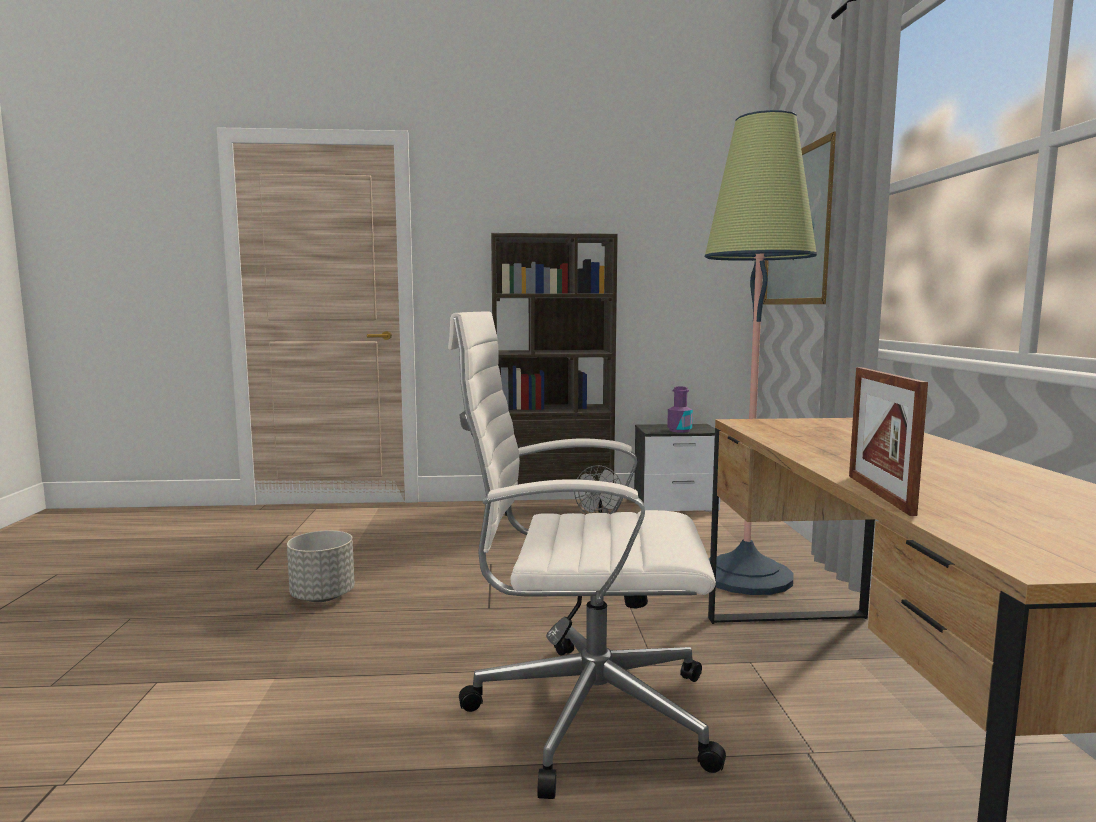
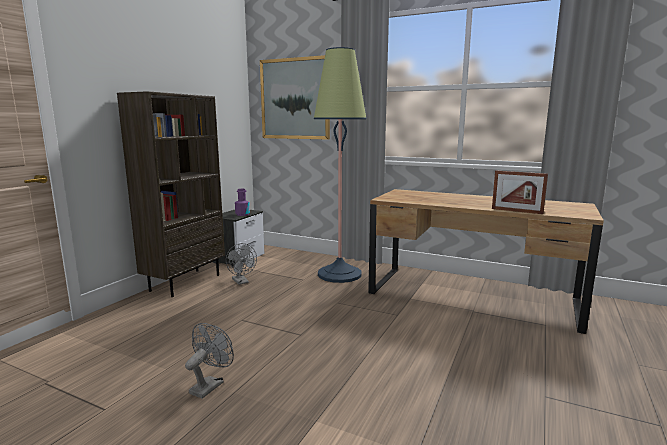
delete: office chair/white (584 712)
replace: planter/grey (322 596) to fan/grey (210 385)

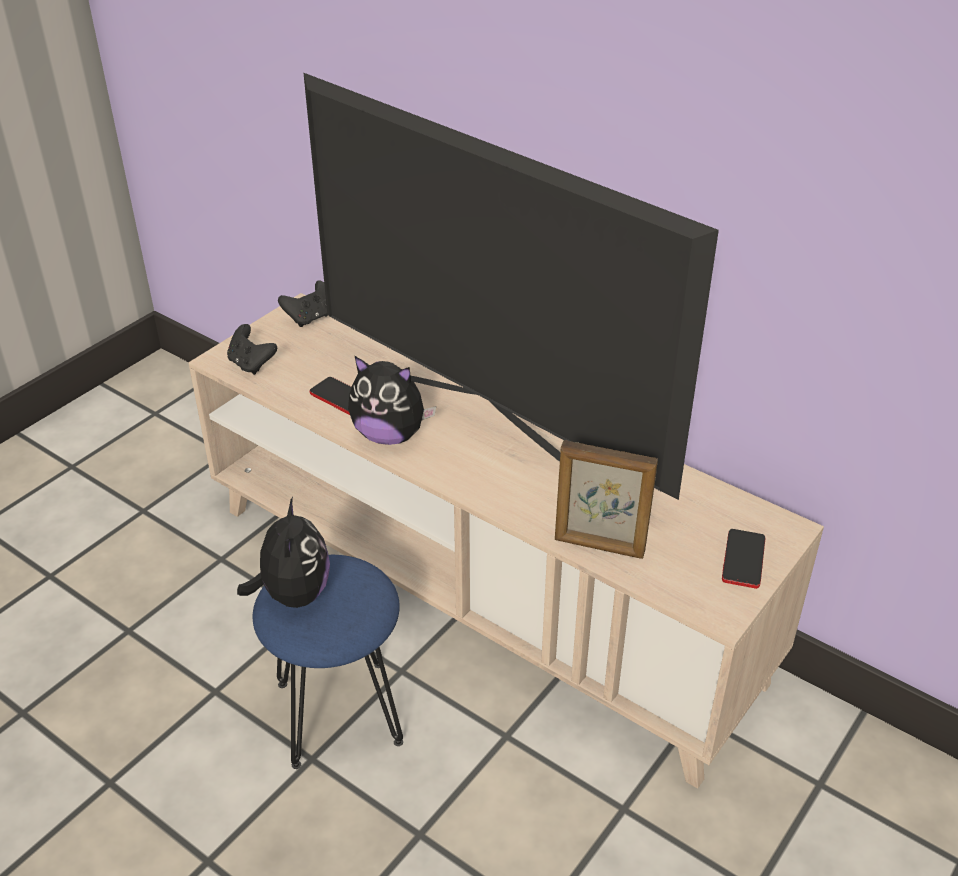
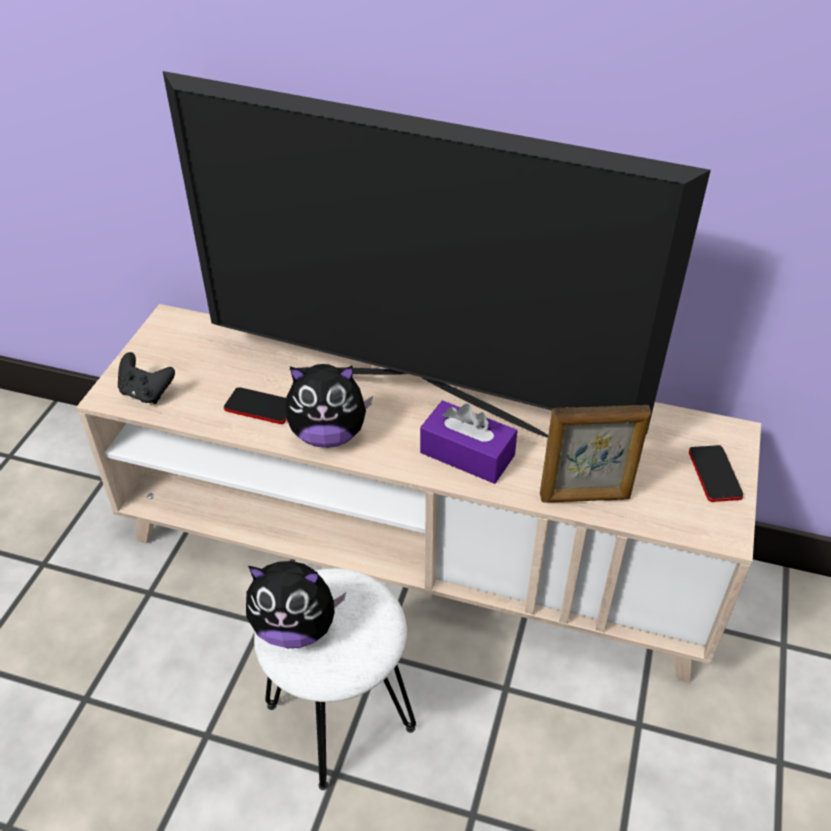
delete: game controller/black (309 318)
insert: tissue box/purple (467 454)
recolor: stool/blue (340 712) to stool/white (341 716)
rotate: plush toy (293 594) = (295 627) 120 degrees clockwise

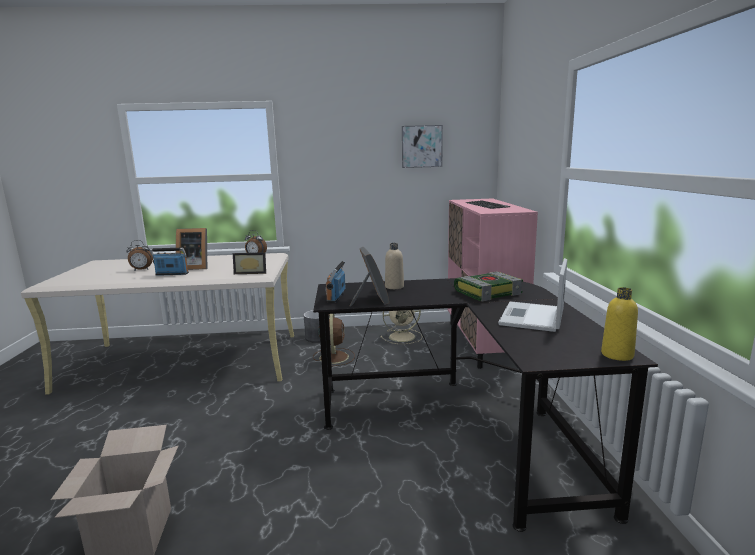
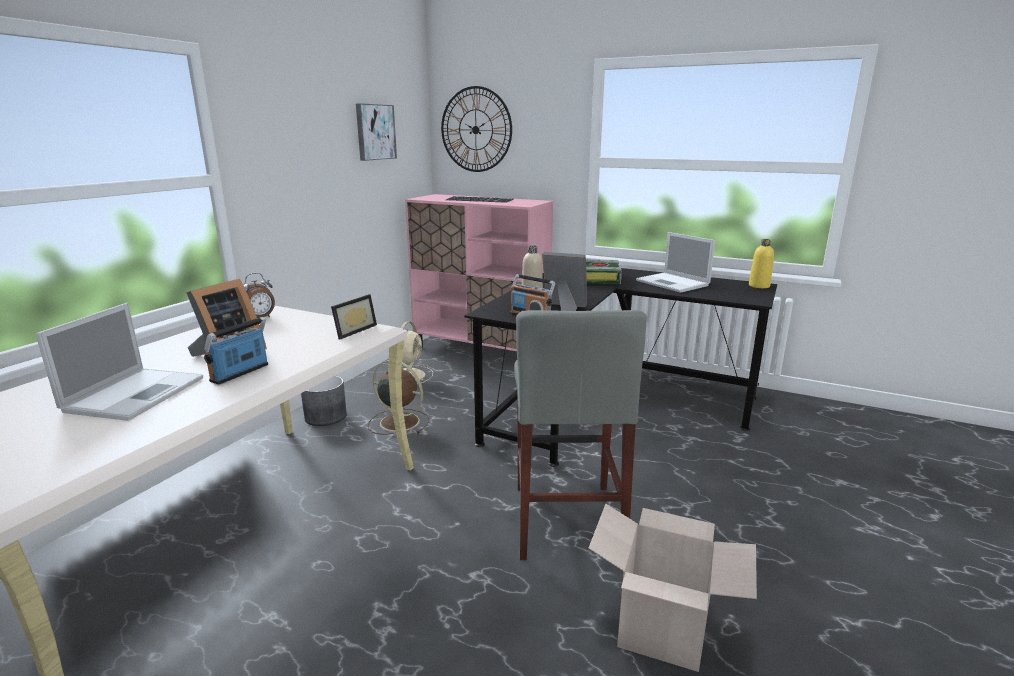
insert: wall clock (476 130); stool/grey (567 520)
replace: alarm clock (141 270) to laptop (136 393)

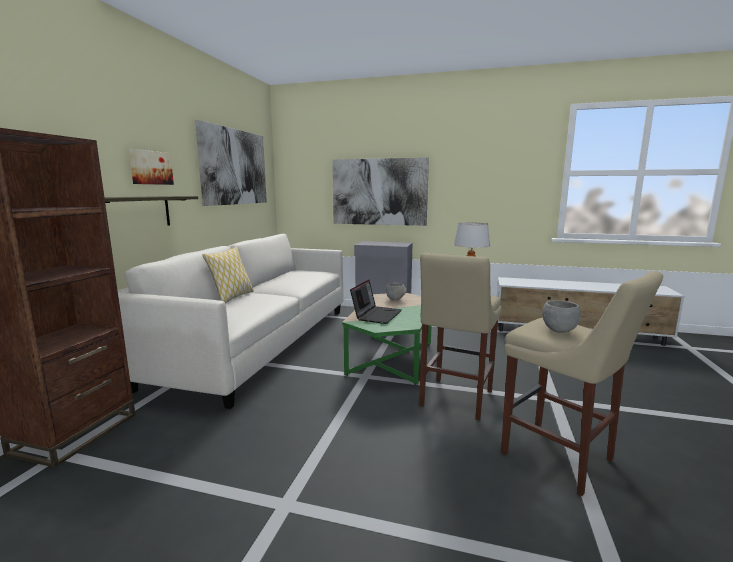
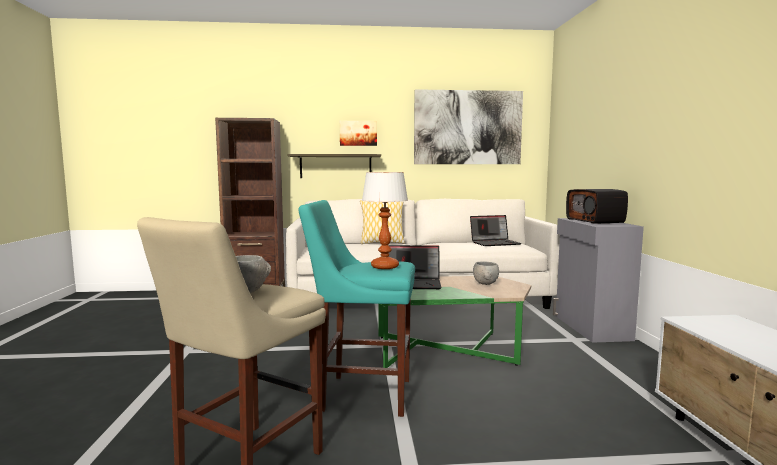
delete: picture (379 192)
insert: radio (595 220); laptop (495 243)
recolor: stool/beige (454 400) to stool/turquoise (361 394)

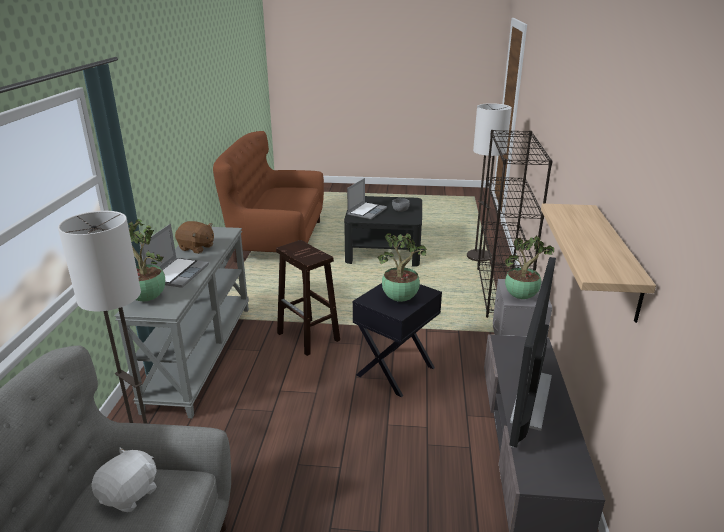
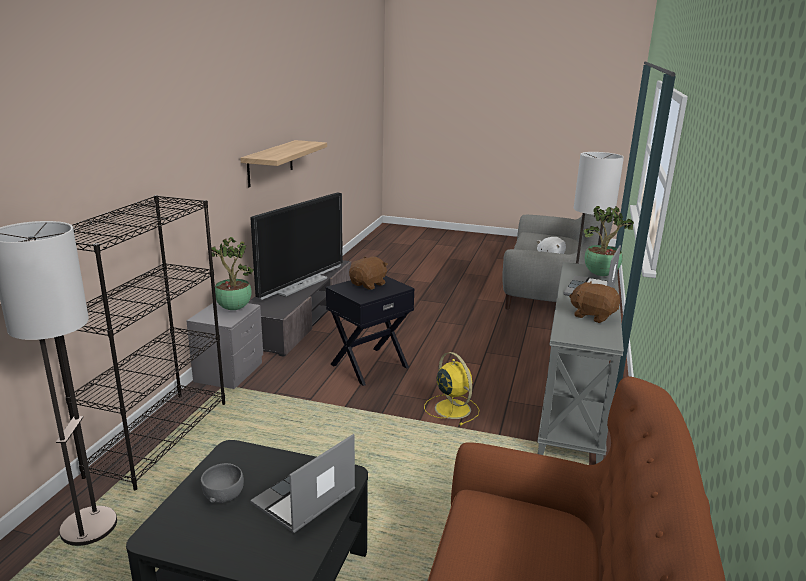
replace: potted plant (401 299) to plush toy/brown (368 284); stool/brown (309 337) to fan/yellow (451 408)

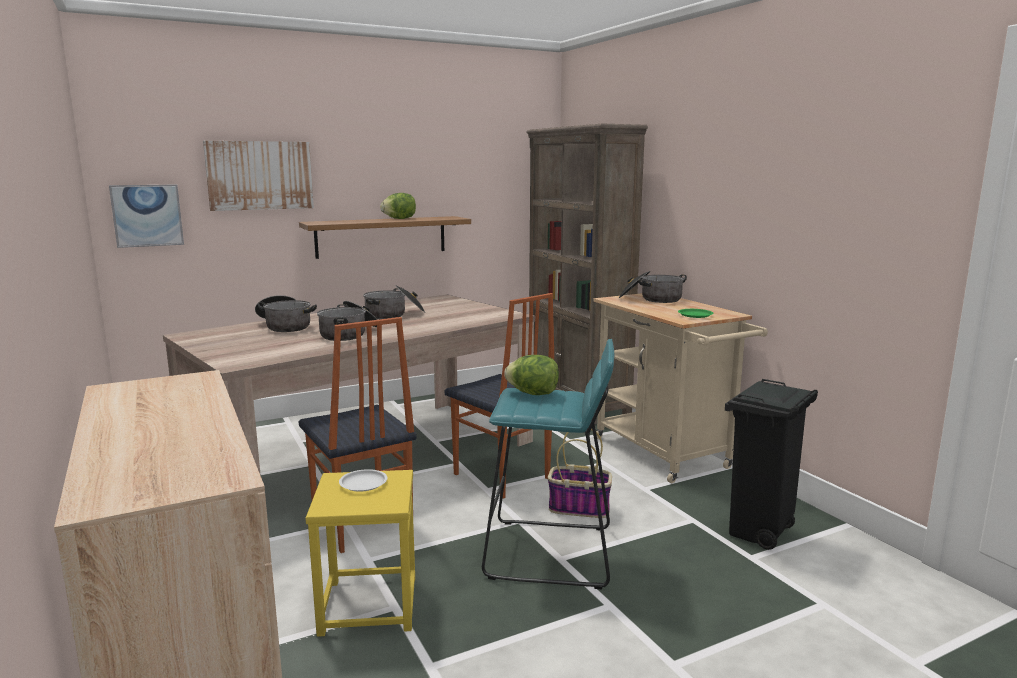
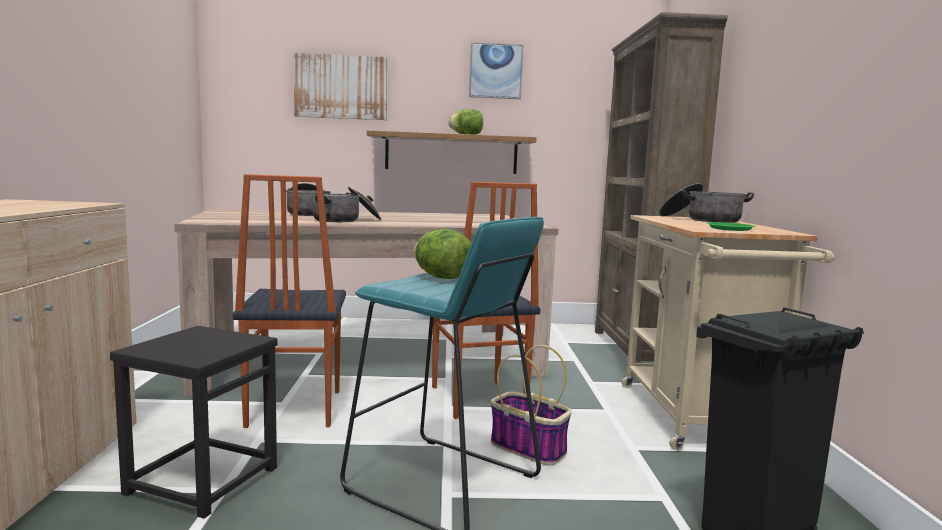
delete: cooking pot (394 315); plate/white (363 483)
move: picture (147 215) to (495 71)
recolor: stool/yellow (368 605) to stool/black (202 480)

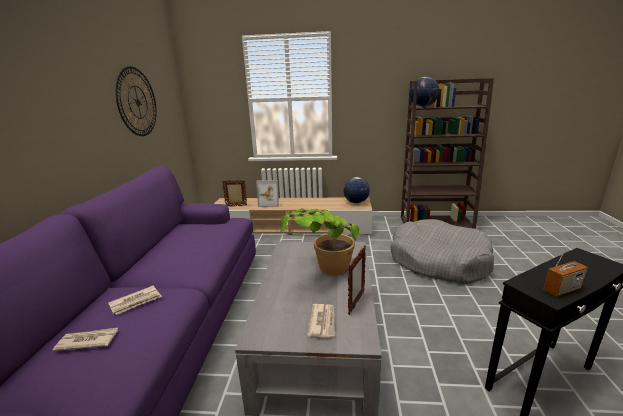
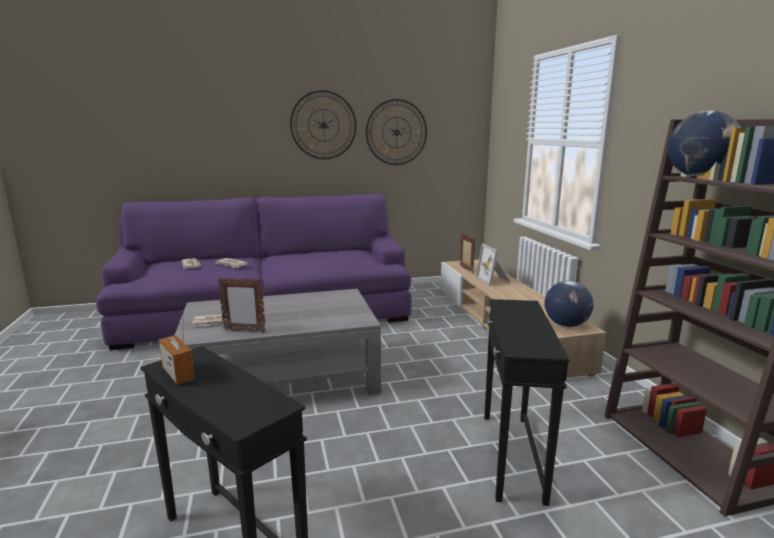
delete: potted plant (322 273)
insert: wall clock (323 125)
replace: dog bed/grey (438 261) to side table/black (511 455)

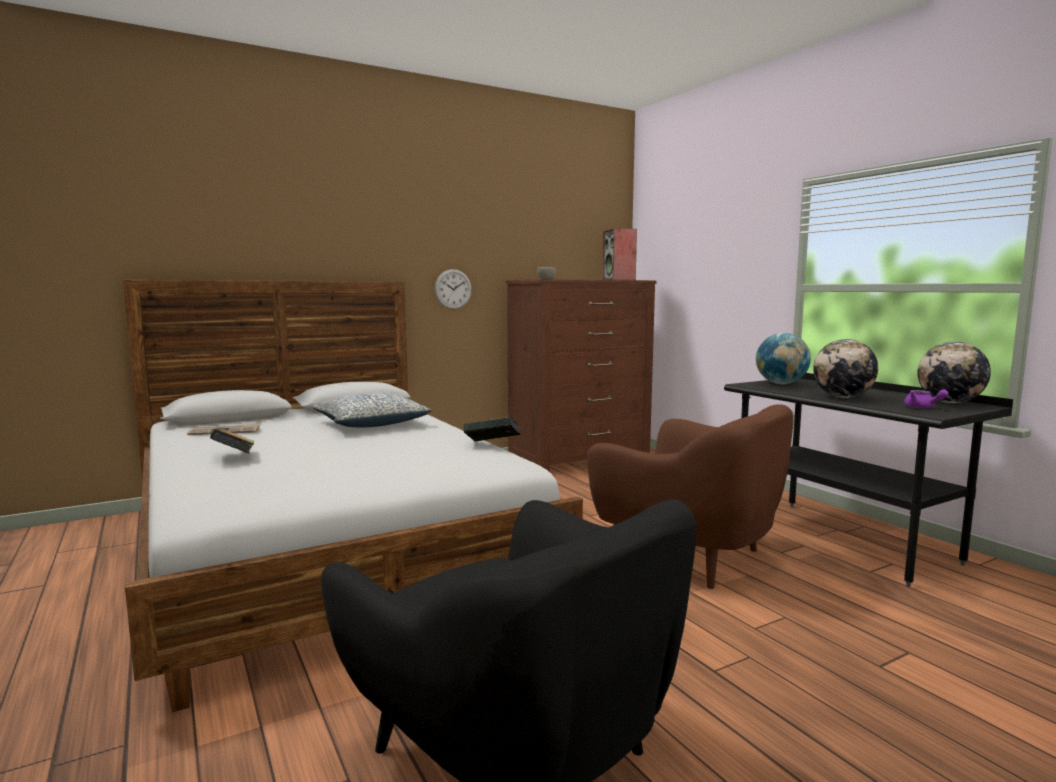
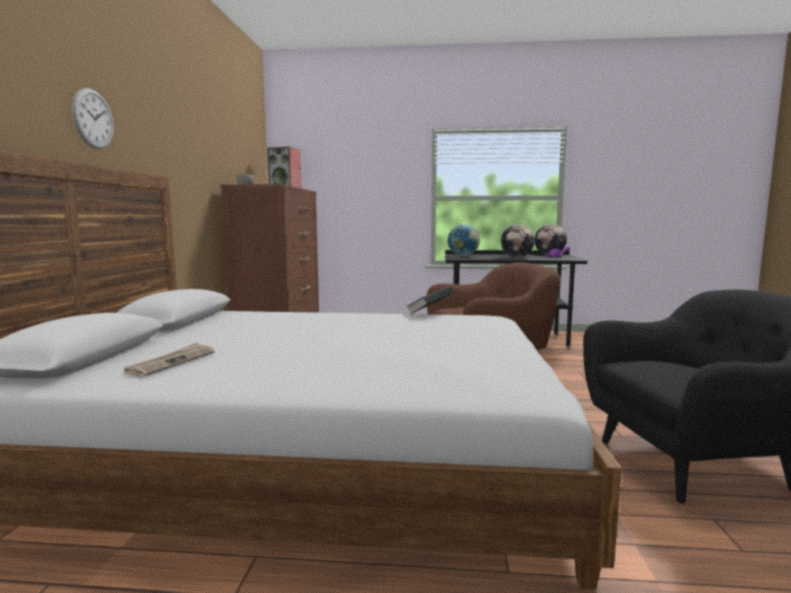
delete: pillow (371 424); book (234 458)
move: wall clock (453 289) to (93 119)

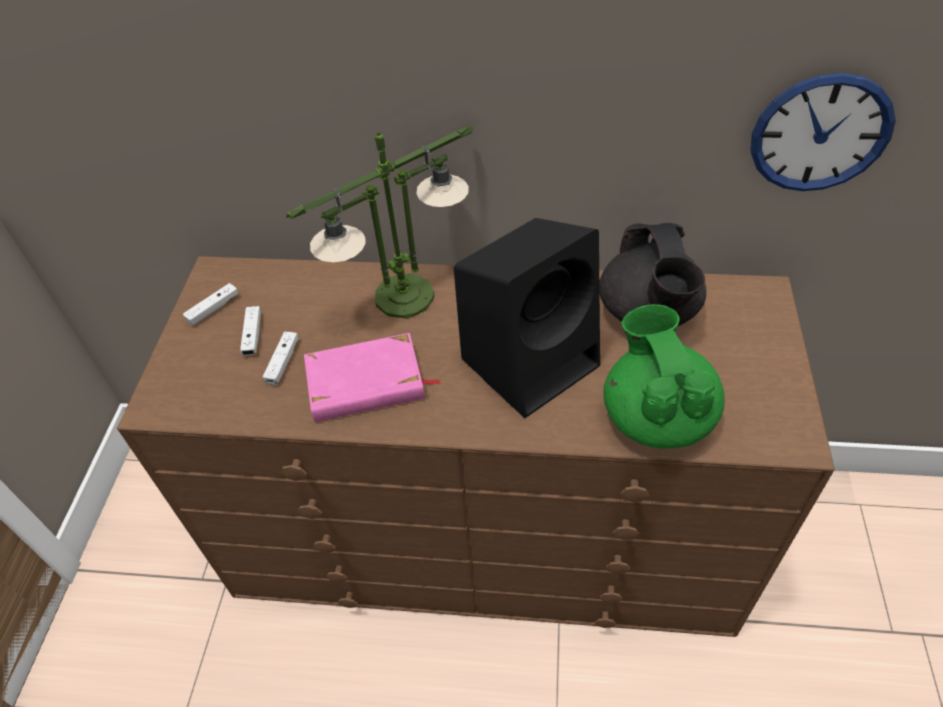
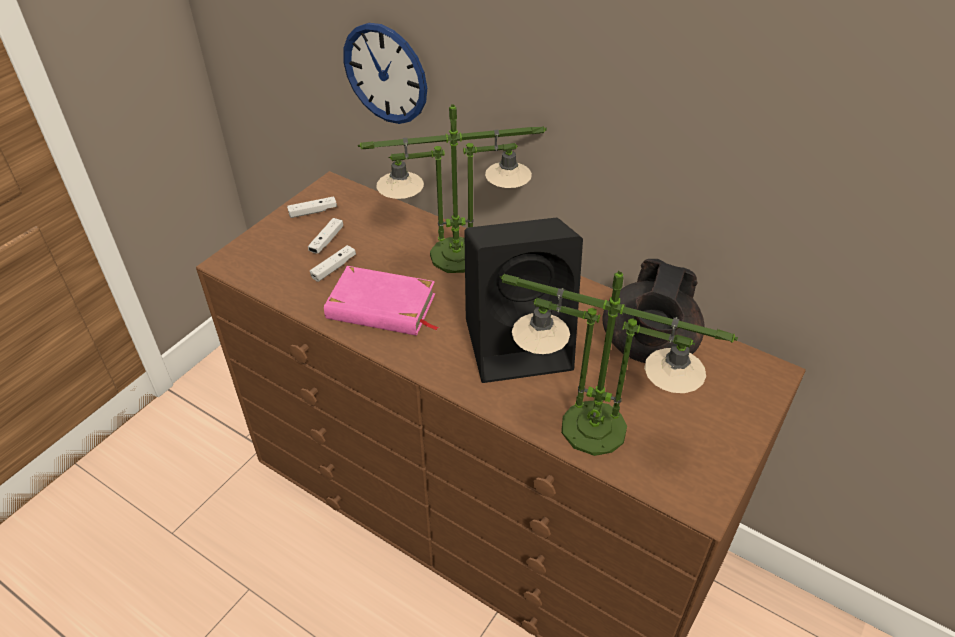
move: wall clock (820 134) to (385 74)
replace: teapot/green (656 416) to table lamp (592 428)

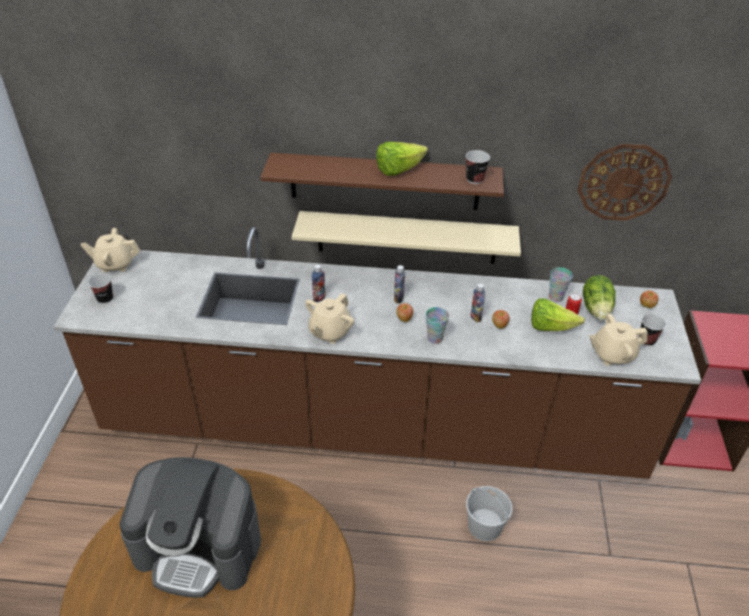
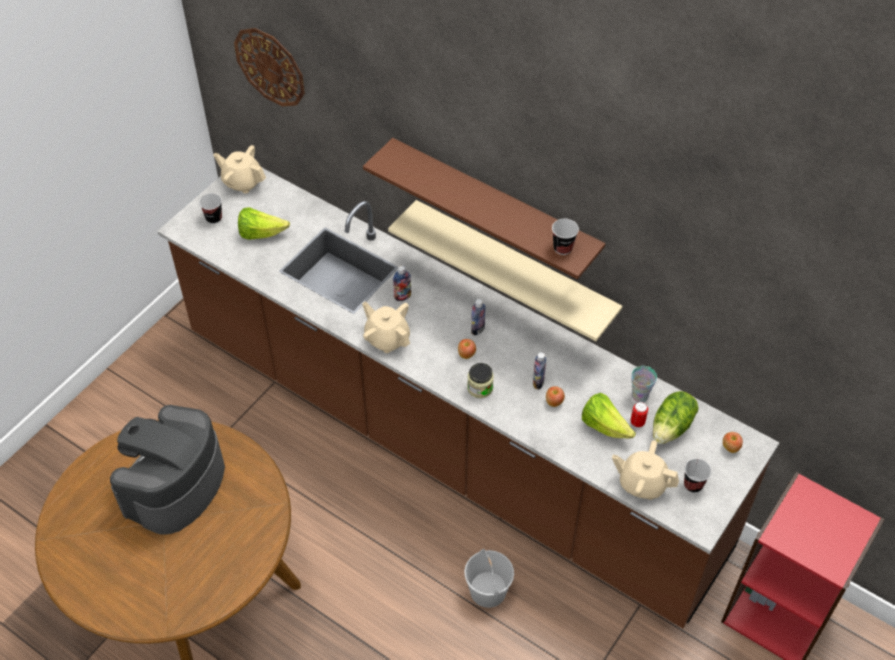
move: lettuce (398 170) to (261 233); wall clock (623 182) to (270 66)
replace: cup (435 338) to jar (480 388)
rotate: teapot/beige (330 332) = (387 338) 75 degrees clockwise; coffee machine (199 547) = (173 485) 75 degrees clockwise

